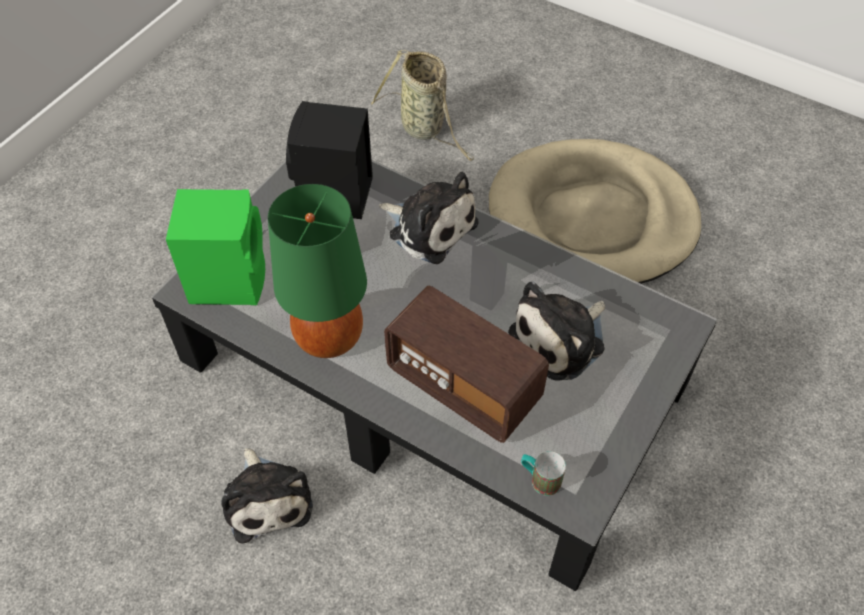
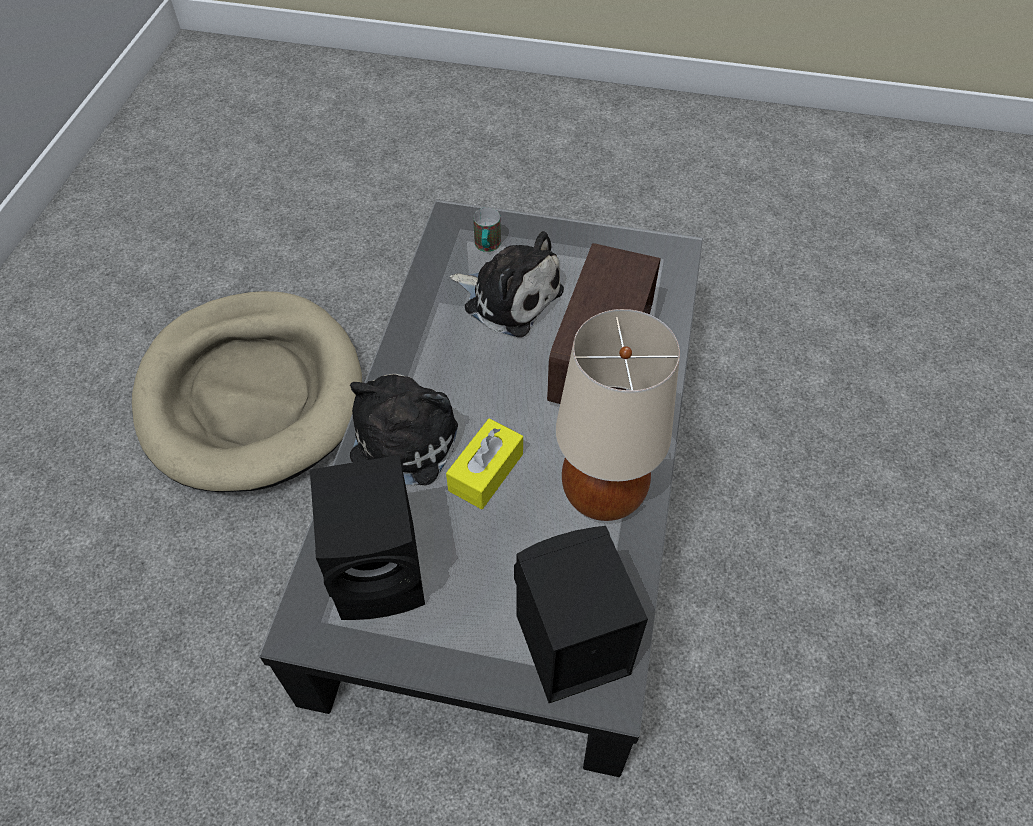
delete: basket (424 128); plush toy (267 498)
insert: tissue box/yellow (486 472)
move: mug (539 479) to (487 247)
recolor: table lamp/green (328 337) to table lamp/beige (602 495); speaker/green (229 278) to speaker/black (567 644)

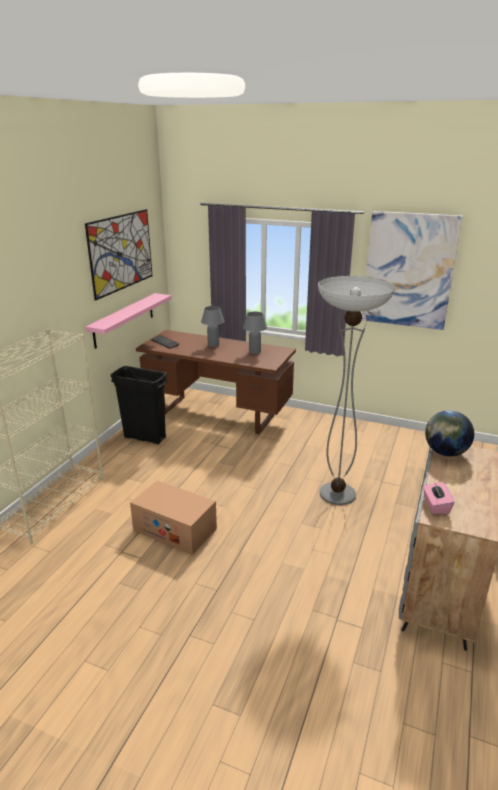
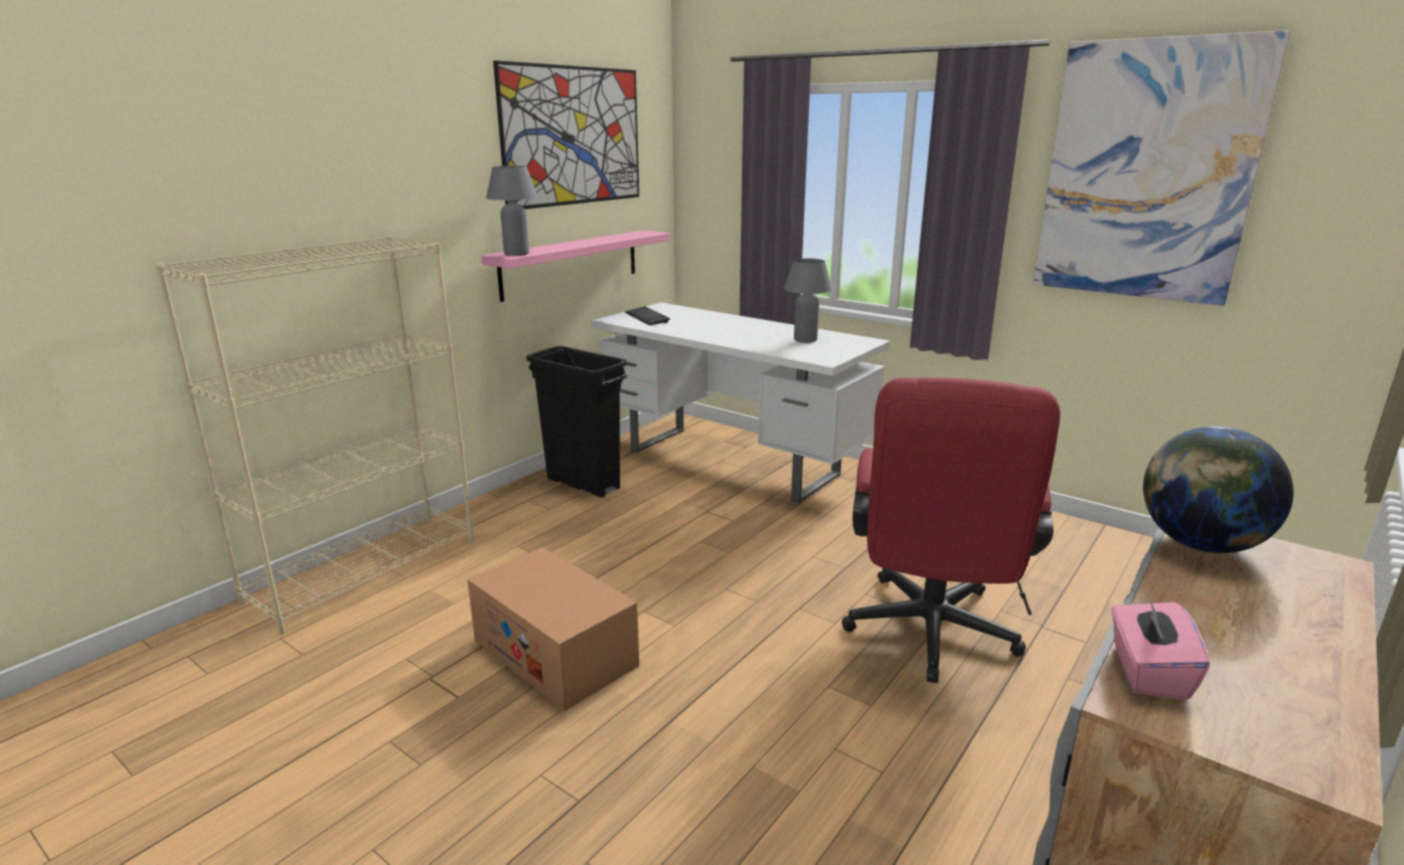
move: table lamp/grey (213 345) to (516 254)
replace: floor lamp (337 493) to office chair/red (930 637)
recolor: desk/brown (218 414) to desk/white (733 462)

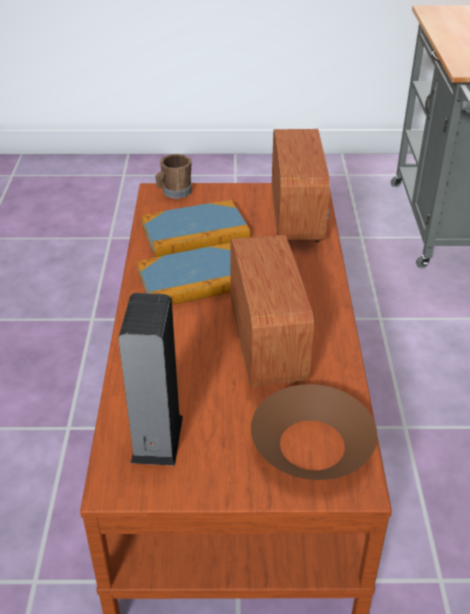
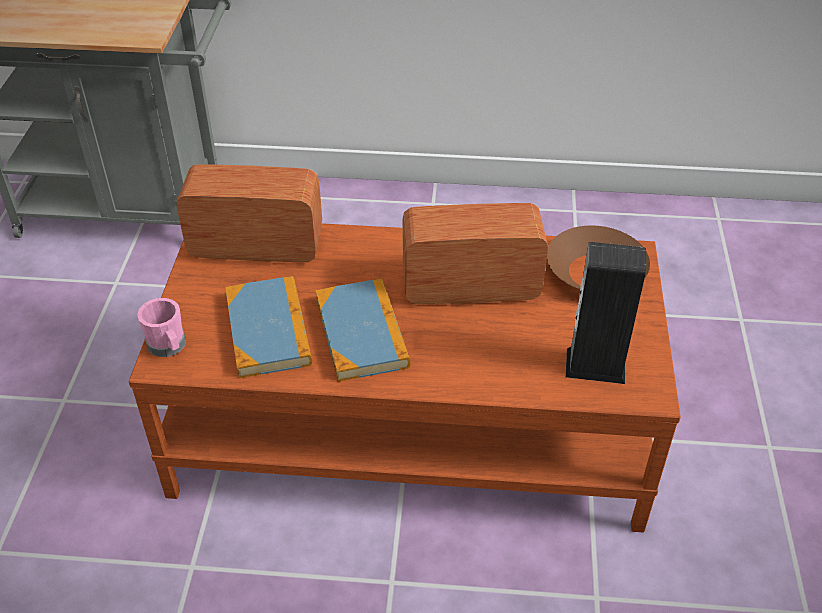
recolor: mug/brown (174 192) to mug/pink (168 346)

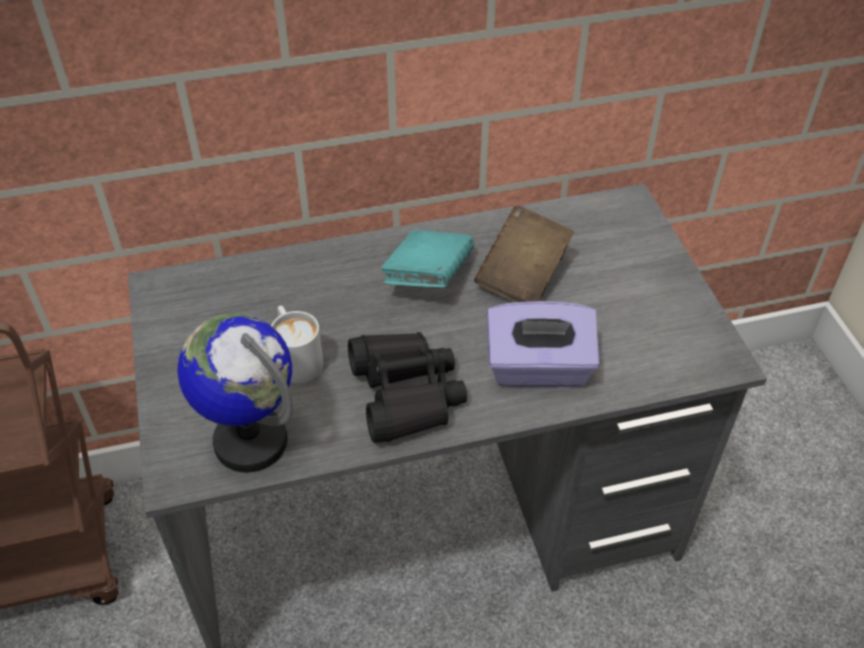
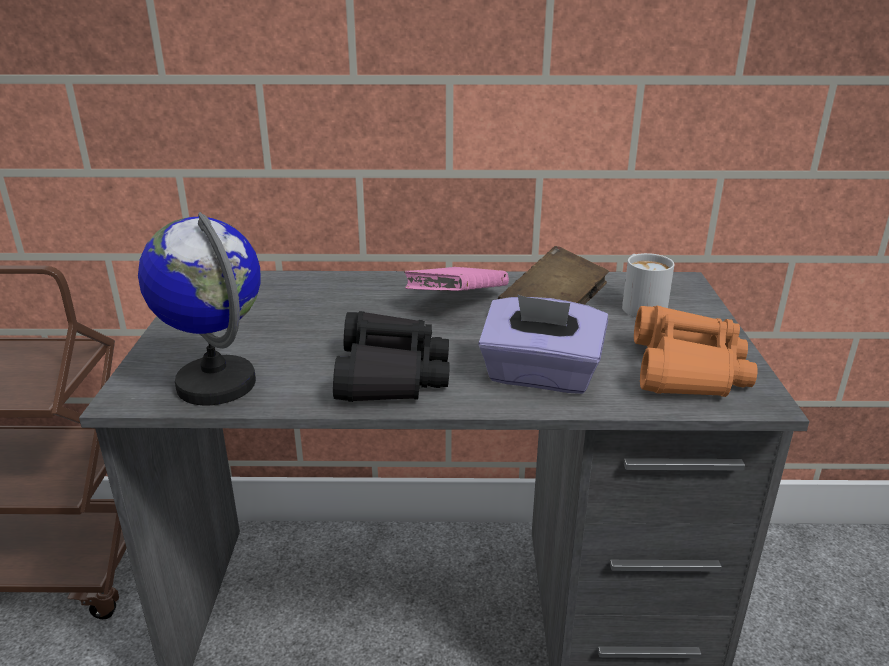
insert: binoculars/orange (687 370)
move: mug/white (296 357) to (639 305)
recolor: book/turquoise (428 277) to book/pink (456 302)

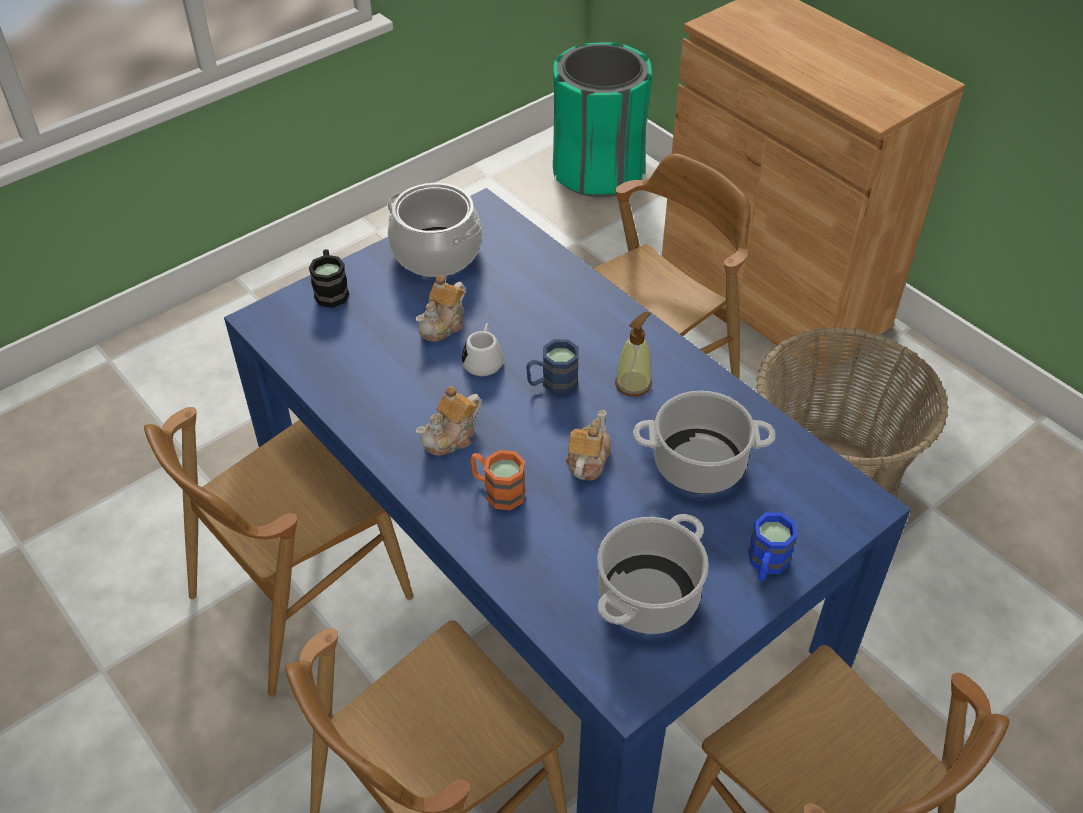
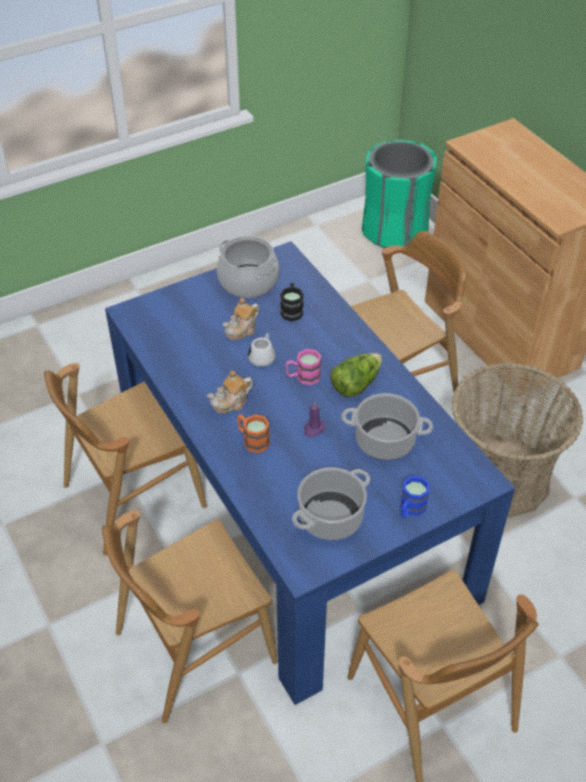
move: mug/black (331 290) to (292 310)
replace: soap dispenser (633 384) to lettuce (355 384); teapot (587 460) to candle/purple (313 429)
recolor: mug/blue (552 383) to mug/pink (303 377)

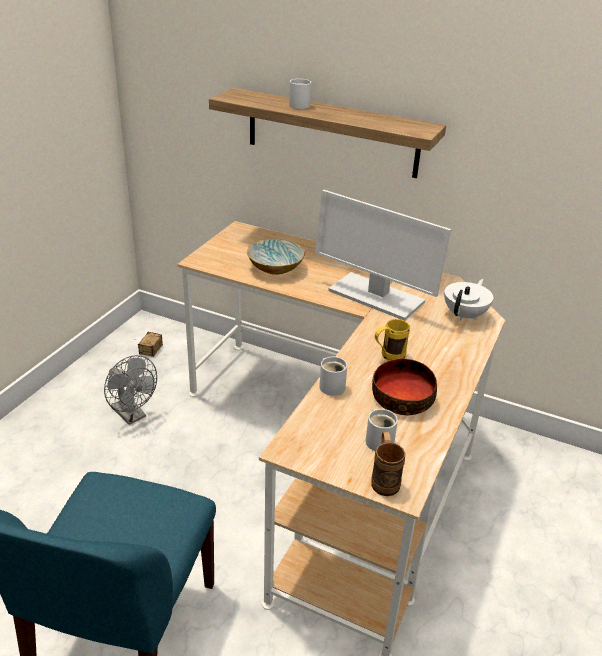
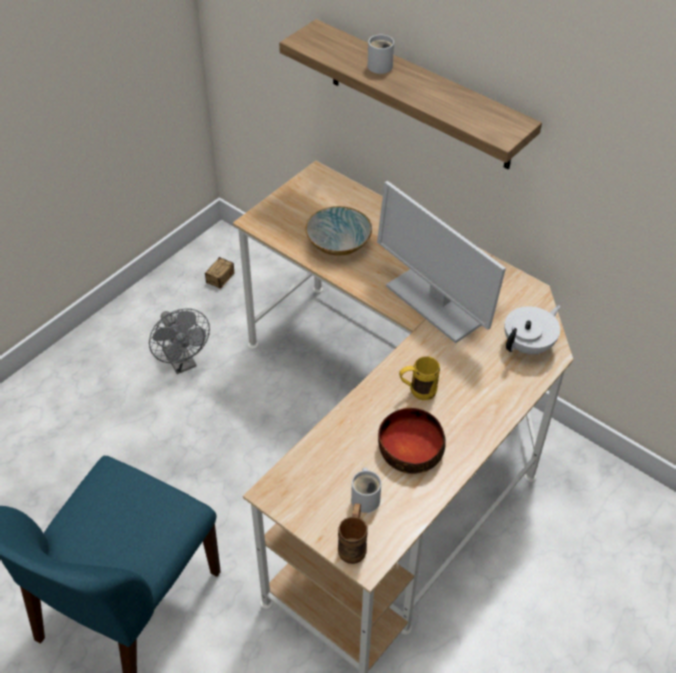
delete: mug/white (331 385)

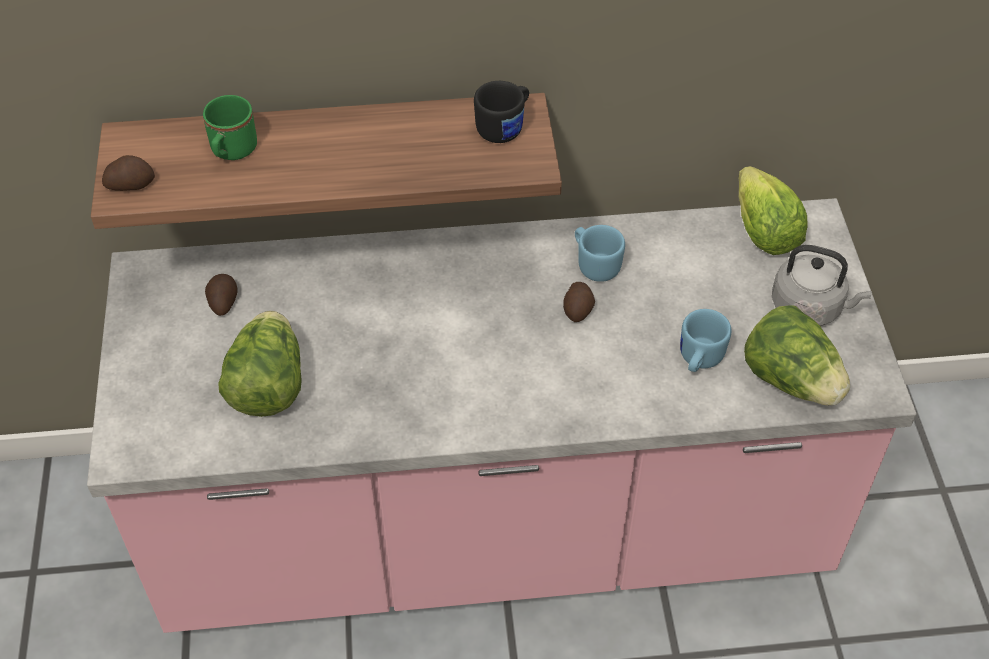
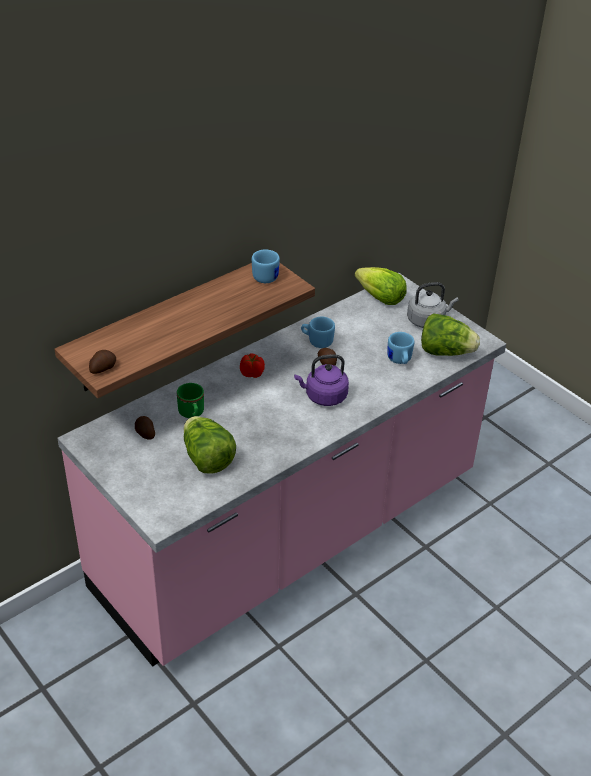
insert: tomato (252 374); kettle/purple (323 396)
move: mug/green (231 152) to (192 414)
recolor: mug/black (505 127) to mug/blue (266 275)

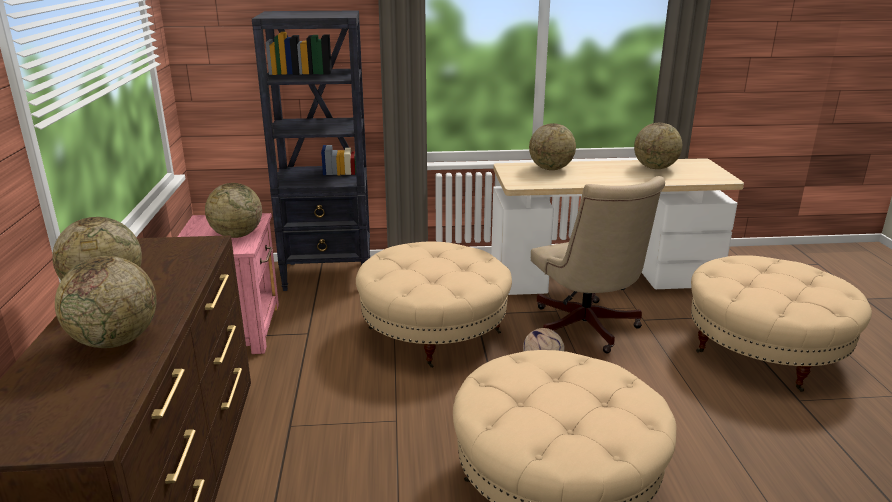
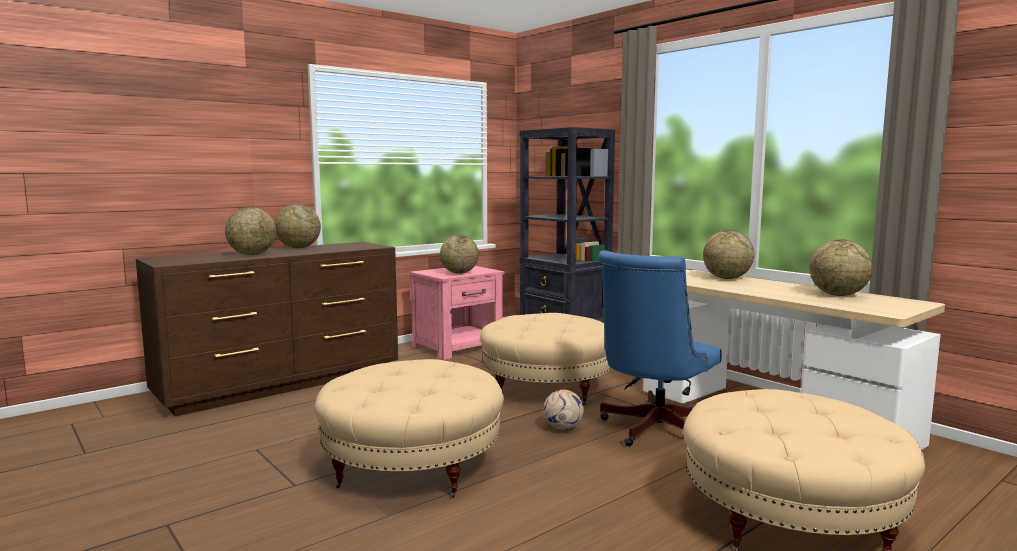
recolor: office chair/beige (586 329) to office chair/blue (653 431)

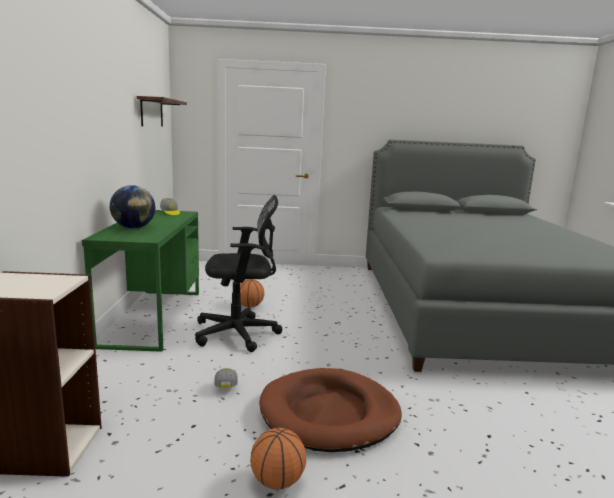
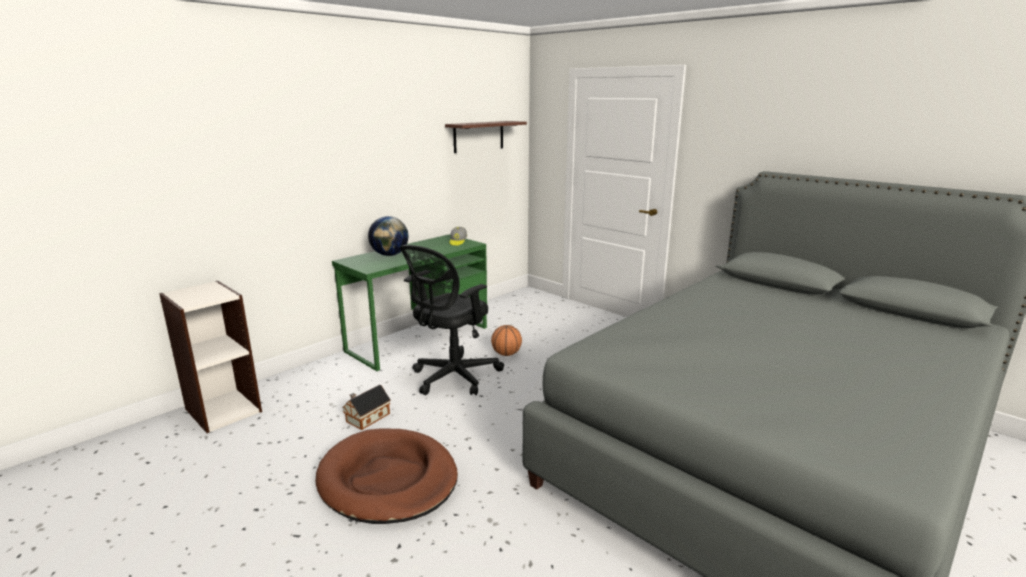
delete: basketball (277 481)
replace: cap (226 385) to toy house (366 418)
rotate: office chair/black (240 333) = (452 378) 90 degrees clockwise

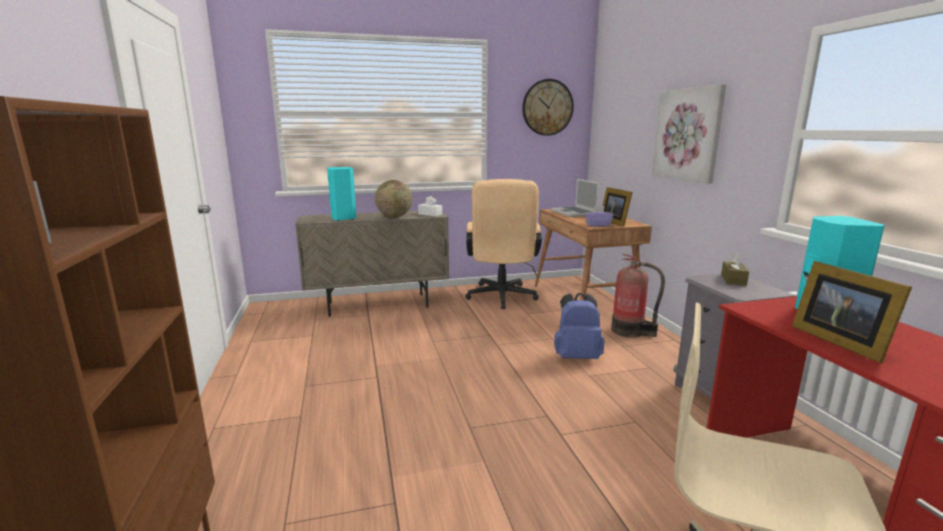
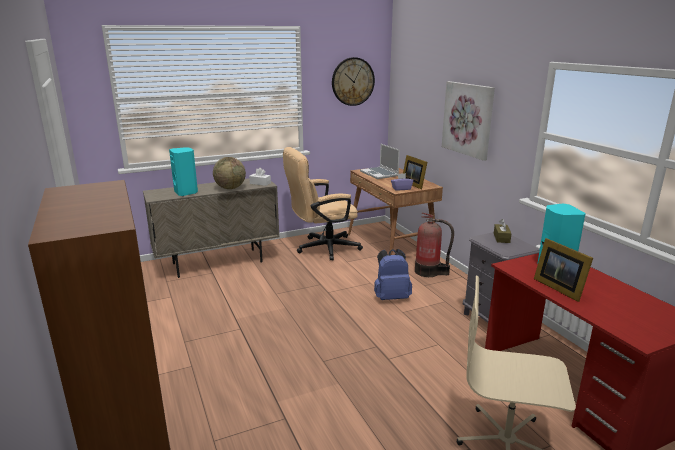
rotate: office chair/beige (501 298) = (322 248) 75 degrees clockwise

